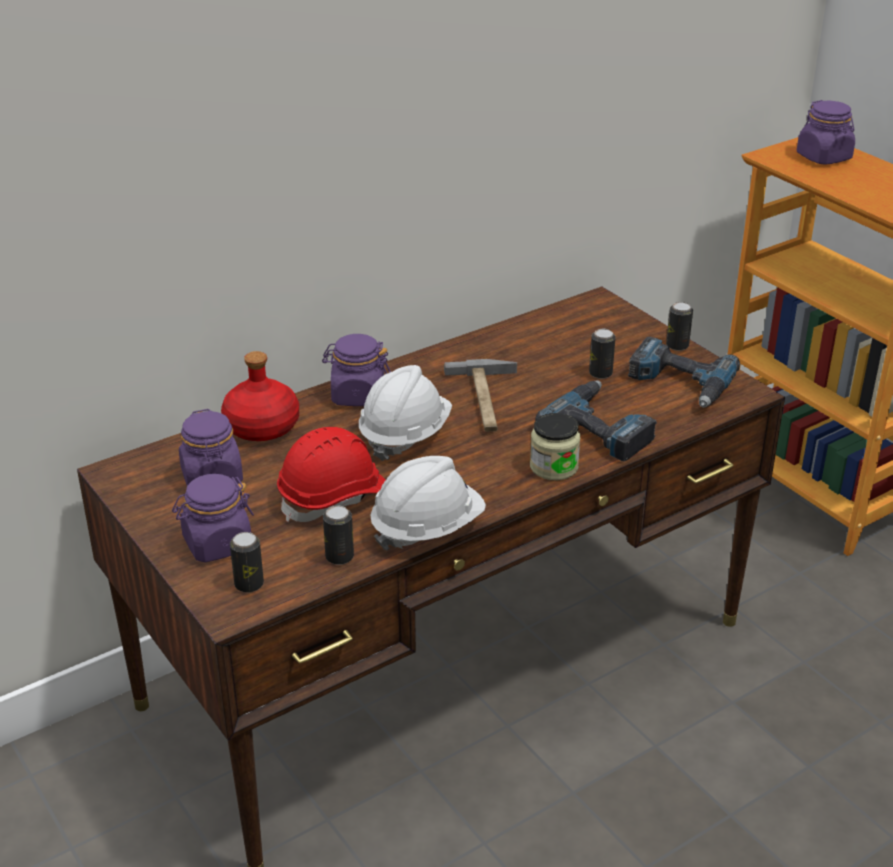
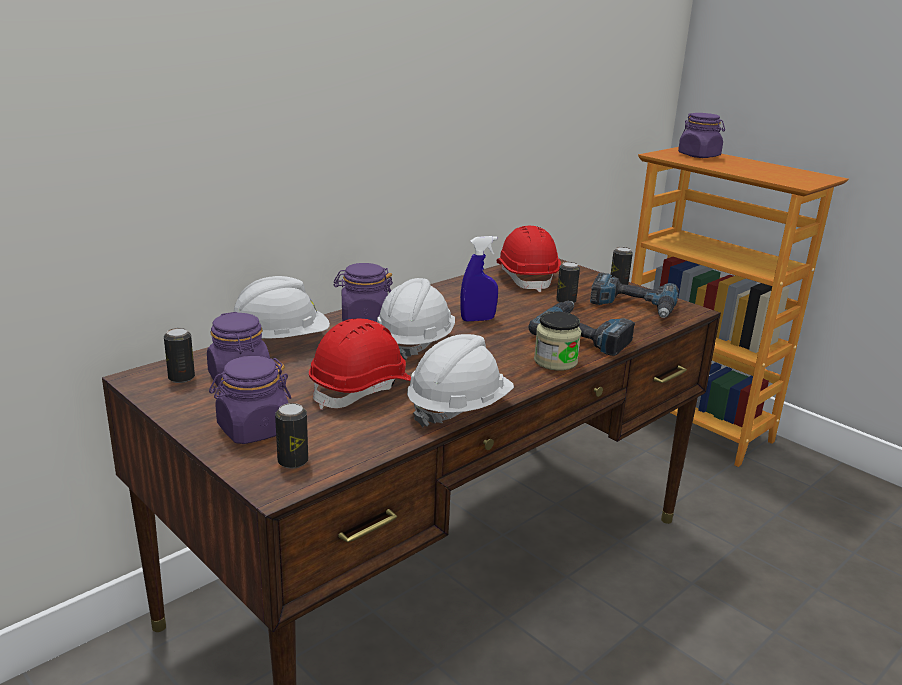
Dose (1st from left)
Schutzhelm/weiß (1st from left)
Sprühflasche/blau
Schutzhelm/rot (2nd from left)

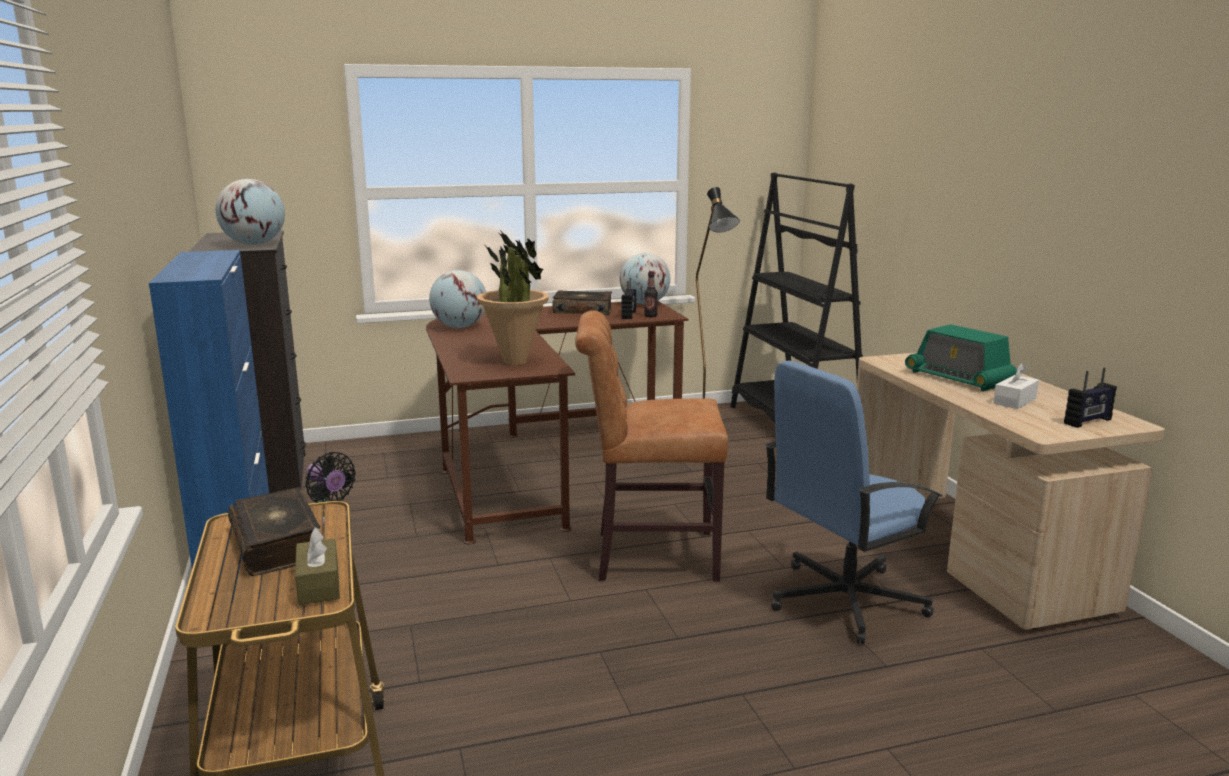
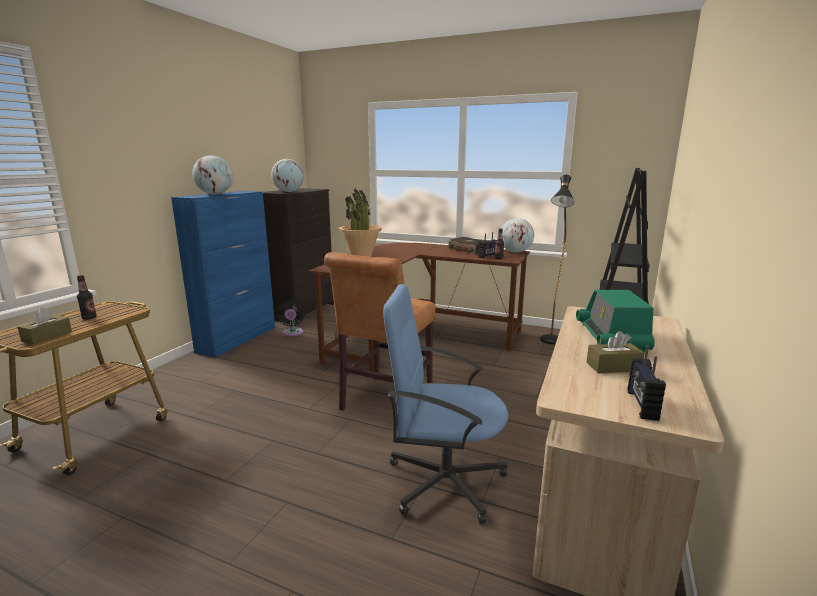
Flasche (1st from left)
Globus (1st from left)
Stuhl/braun
Taschentuchbox/braun (2nd from left)
Radio (3rd from left)

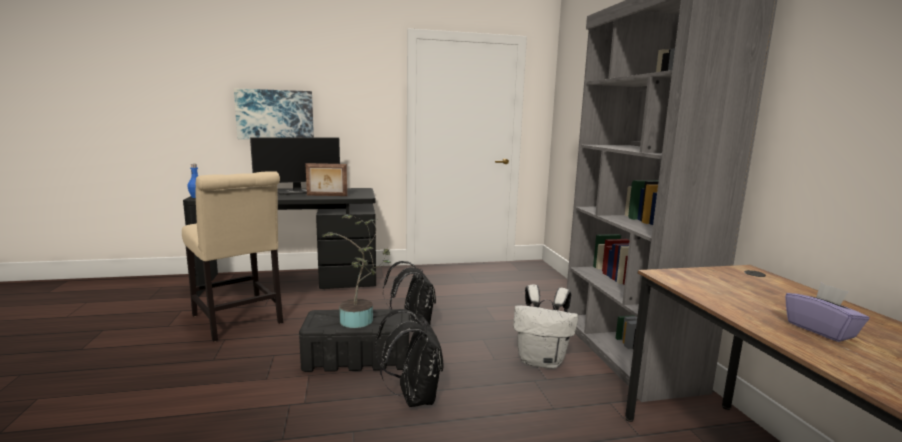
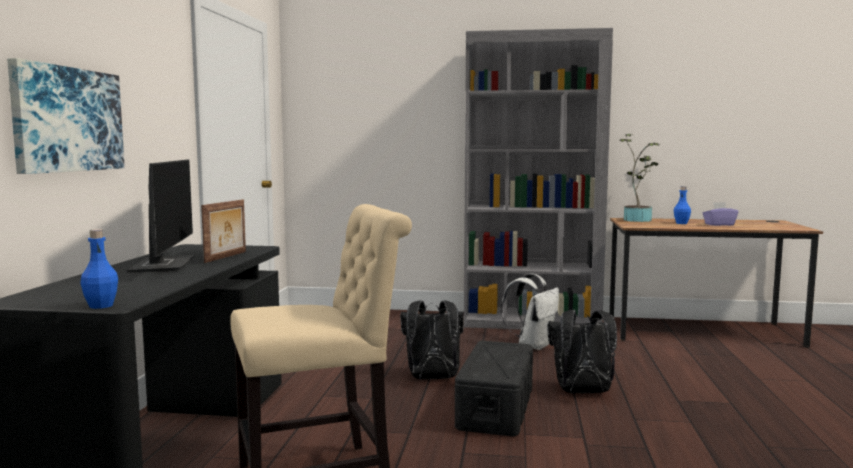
Topfpflanze
Flasche/blau (2nd from left)

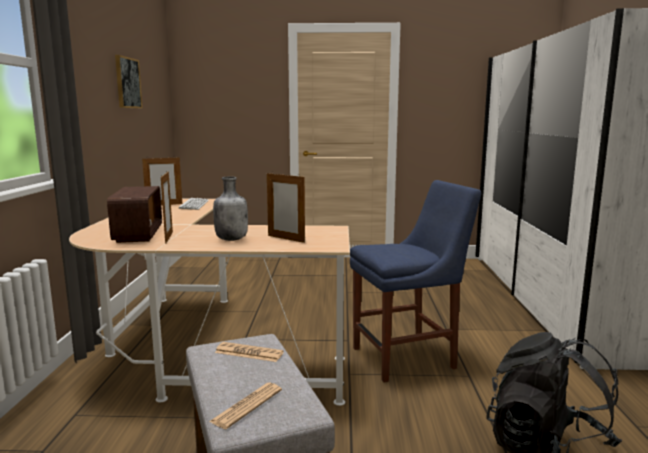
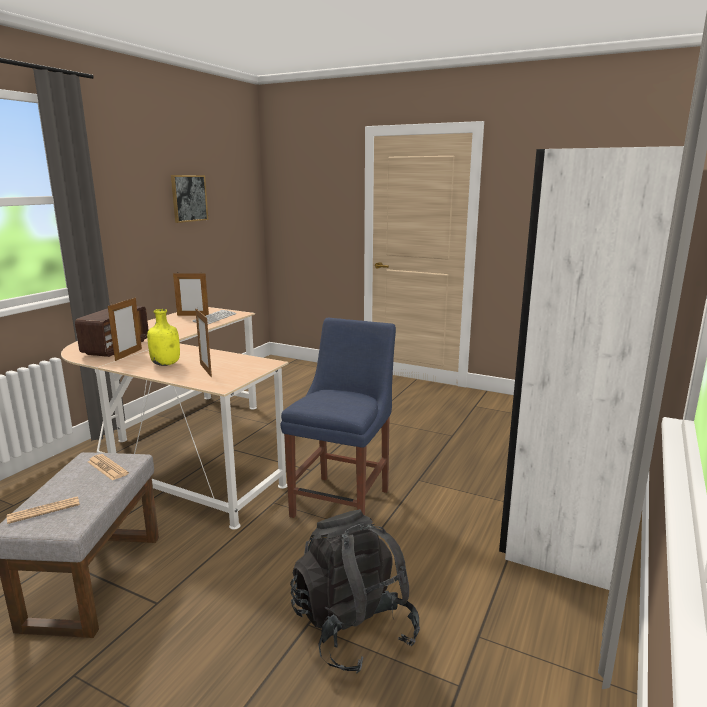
Flasche/gelb
Stuhl/blau

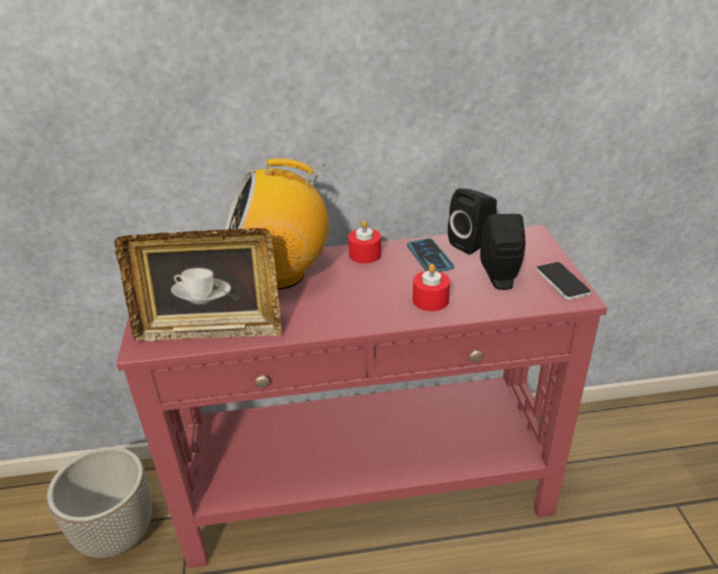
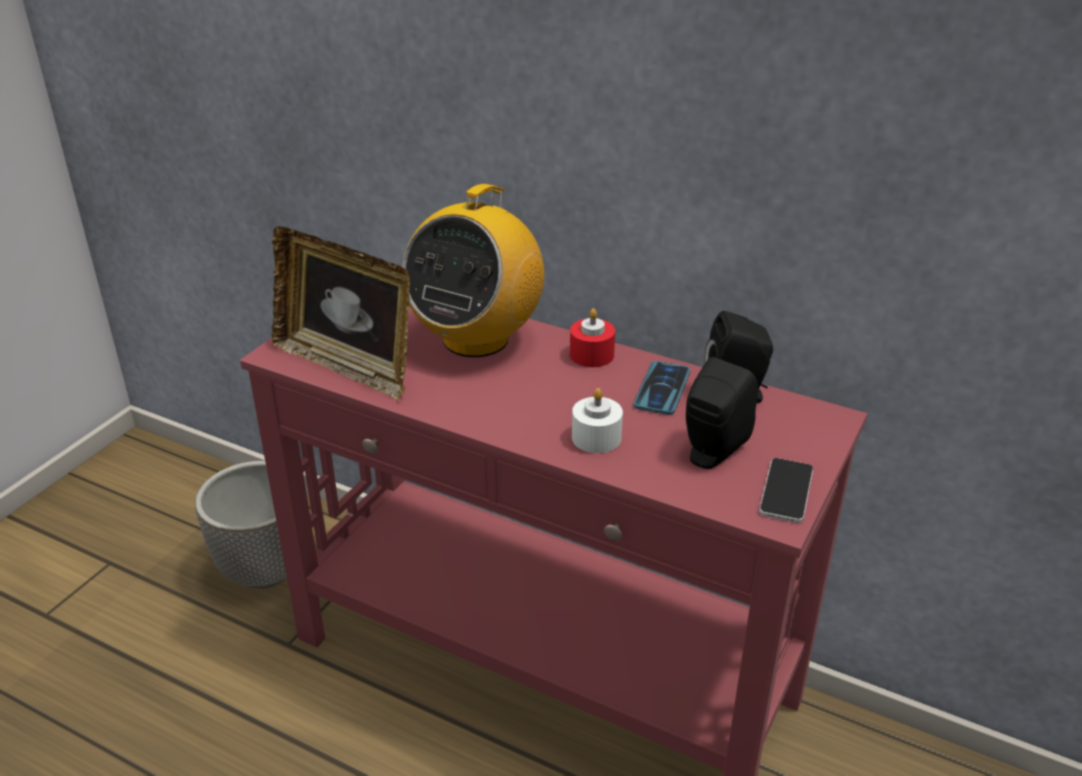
Radio
Kerze/weiß

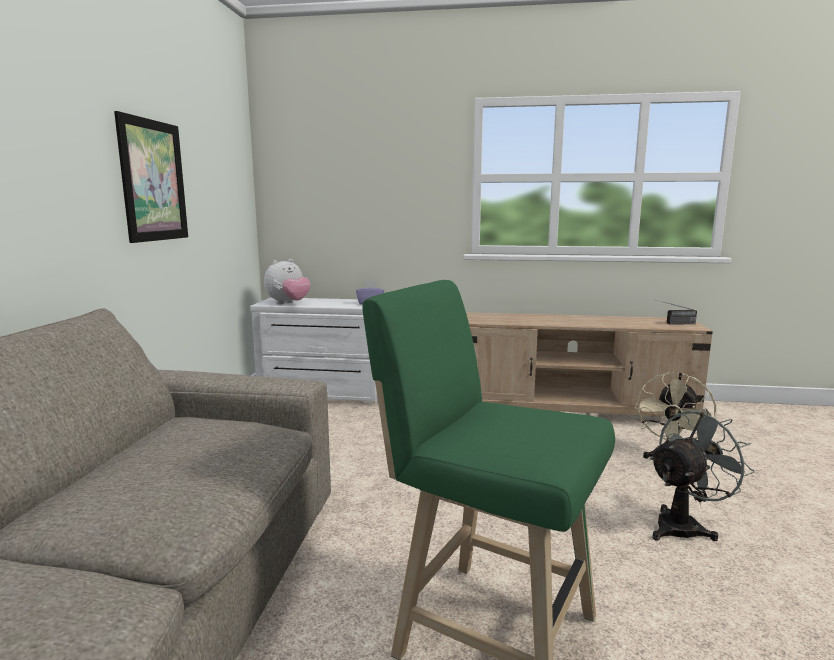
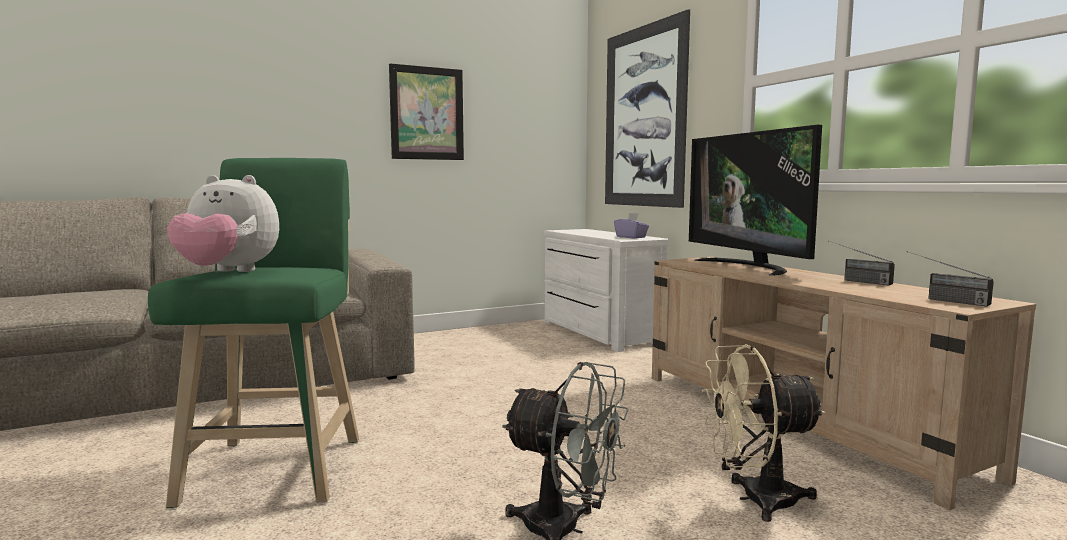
Plüschtier
Bild (2nd from left)
Fernseher
Radio (1st from left)

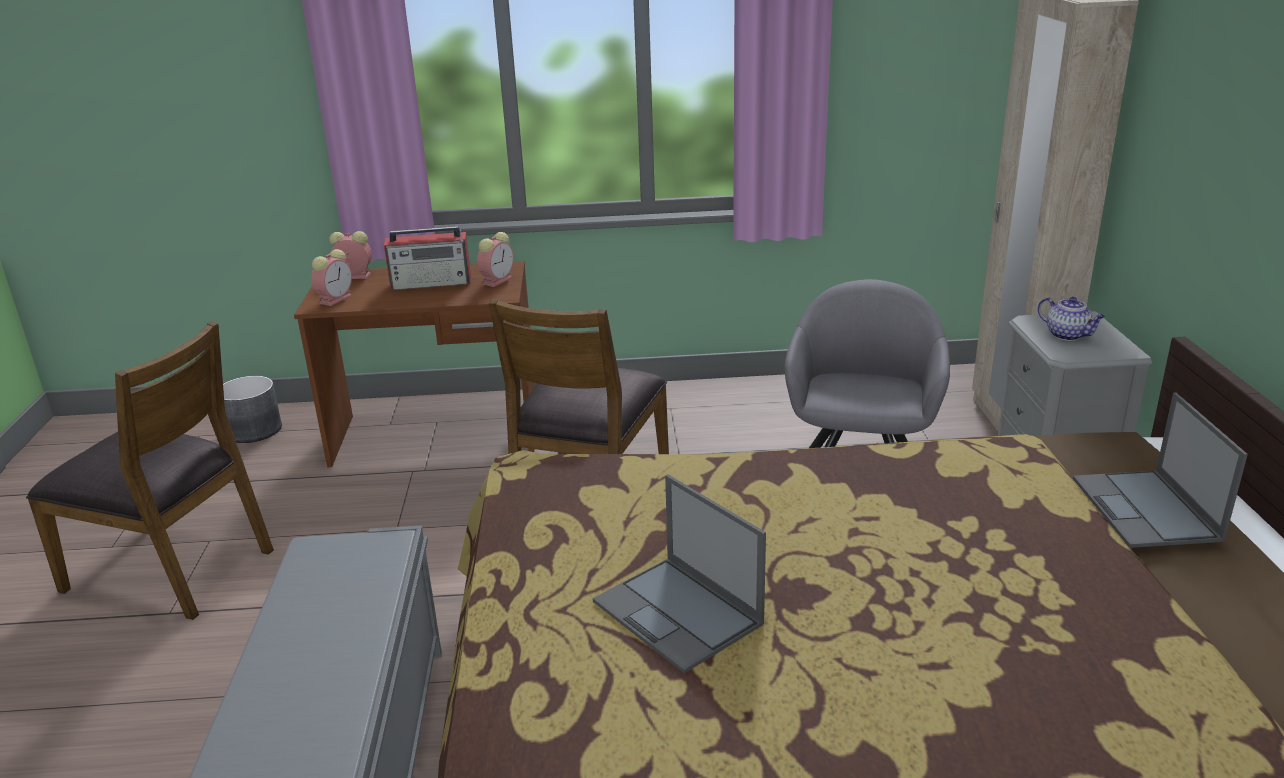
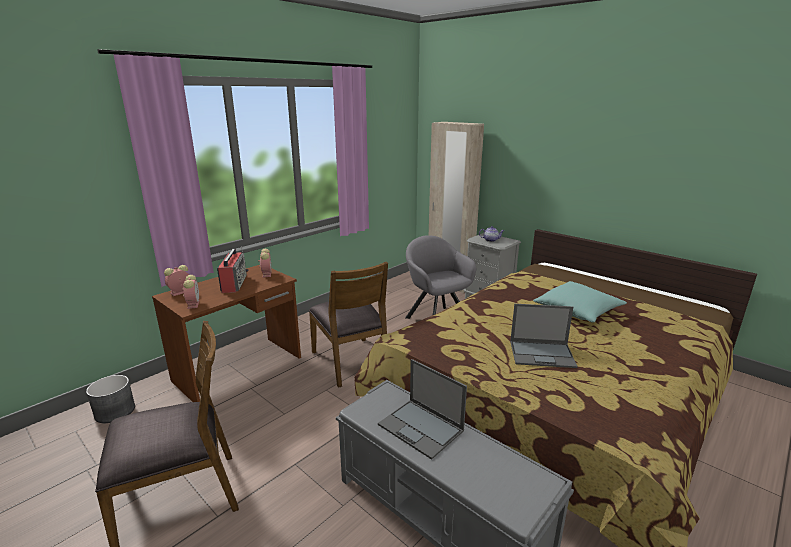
Radio
Laptop (1st from left)
Kissen/türkis

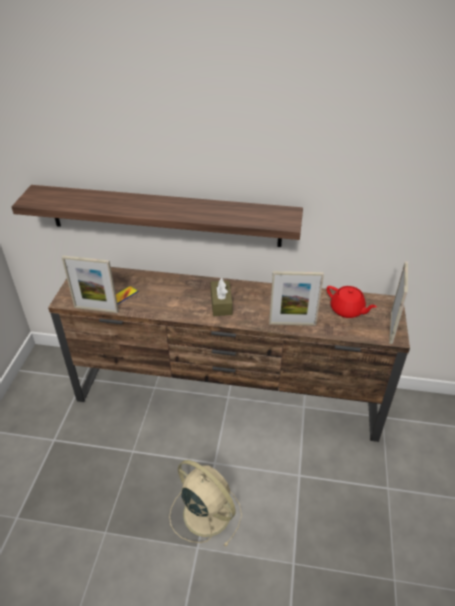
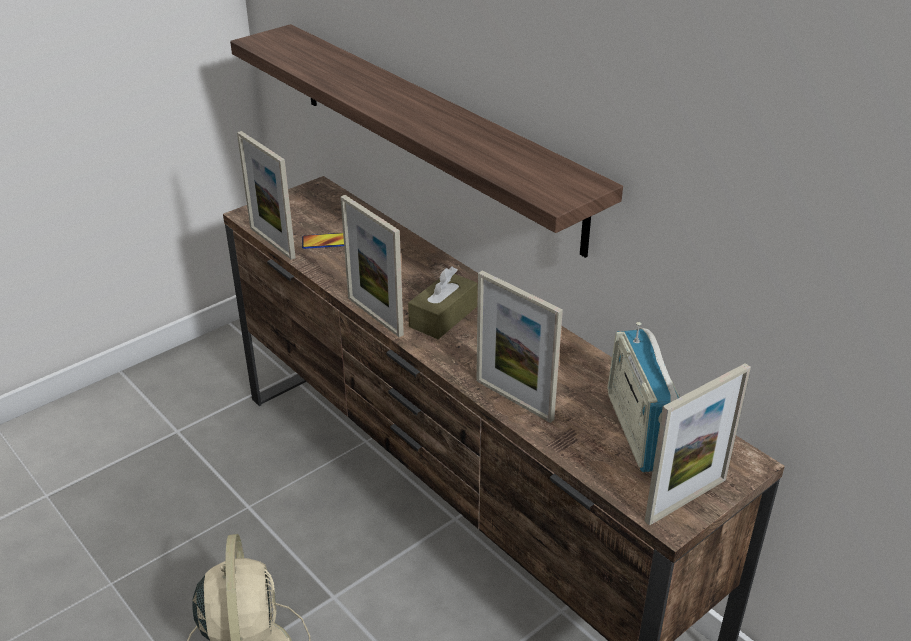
Bilderrahmen (2nd from left)
Radio

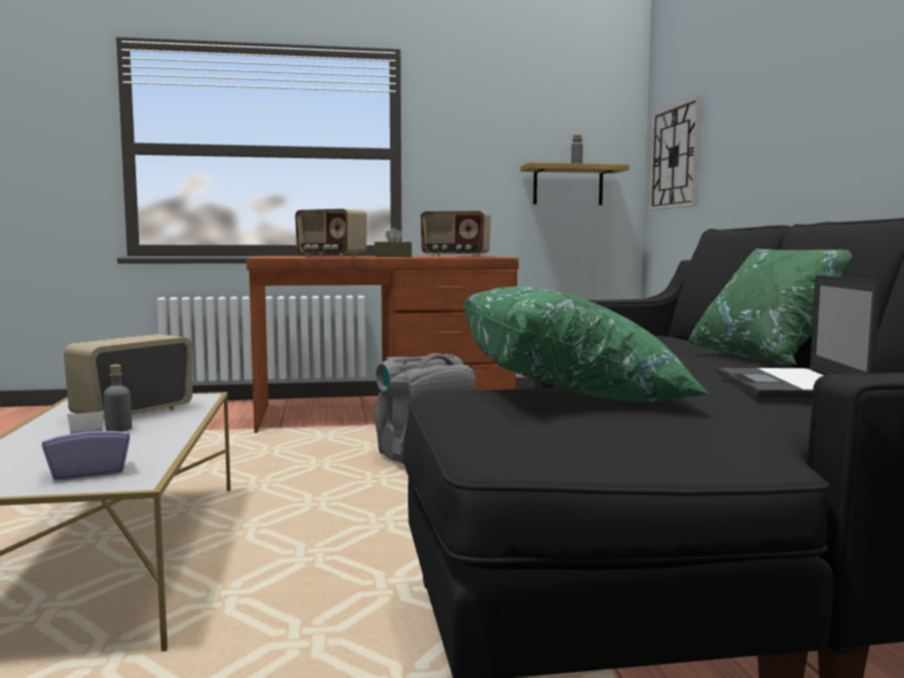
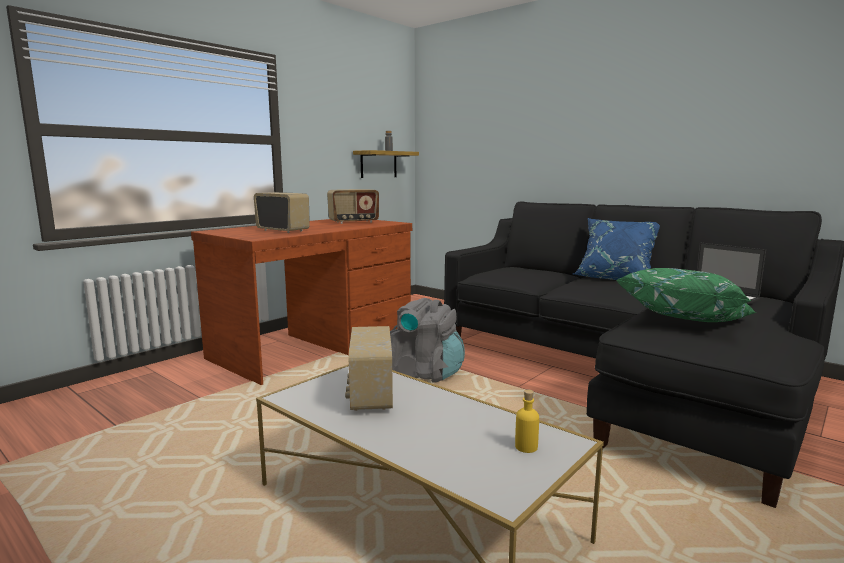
Radio (1st from left)
Flasche/gelb
Kissen/blau
Flasche/grau (1st from left in the first image)
Taschentuchbox/braun
Wanduhr

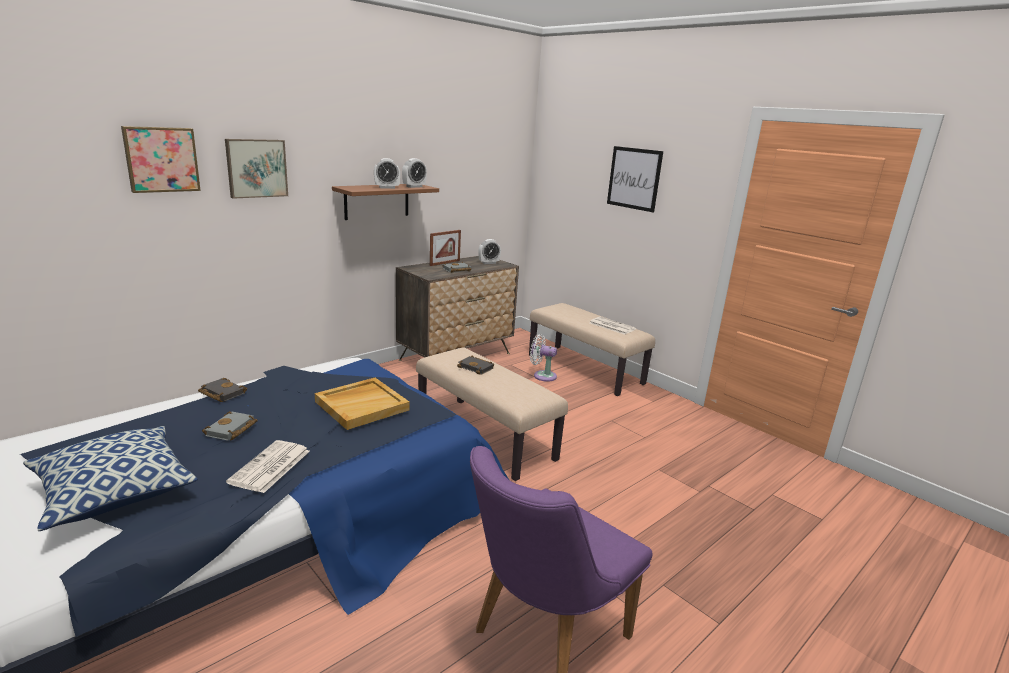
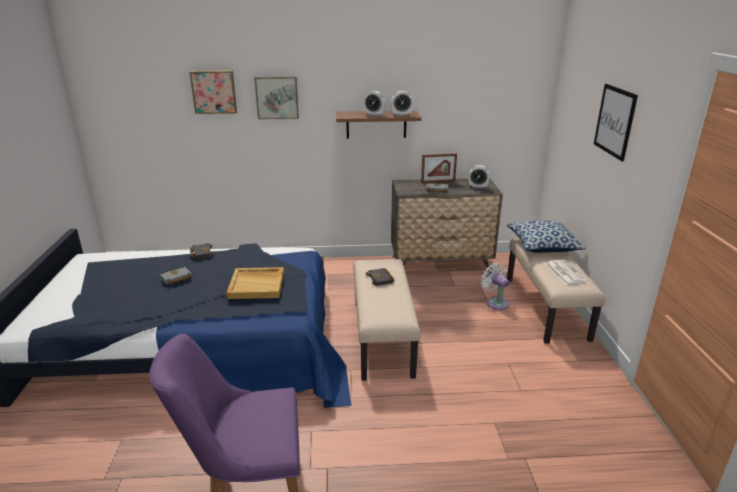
Kissen
Zeitung (1st from left in the first image)

